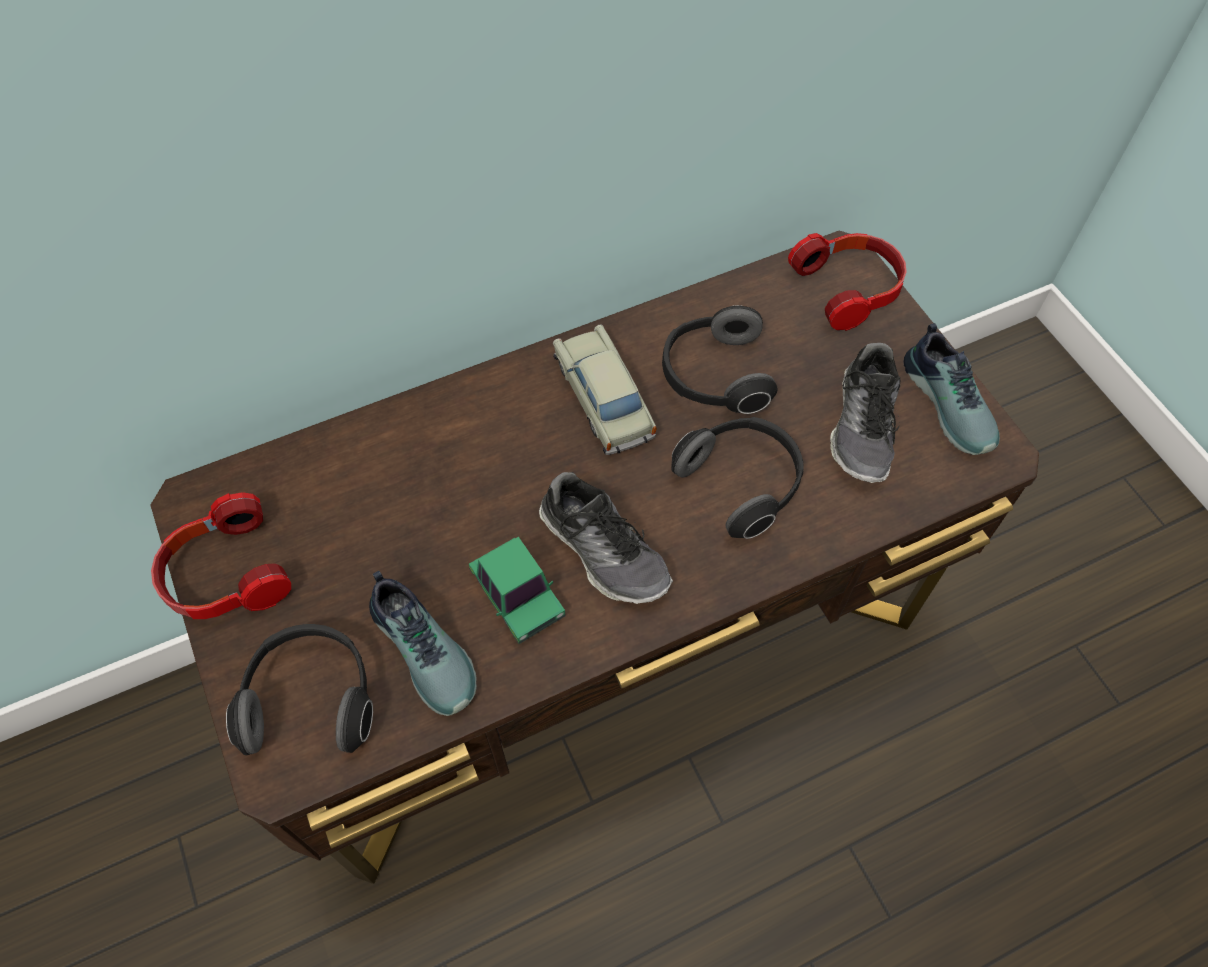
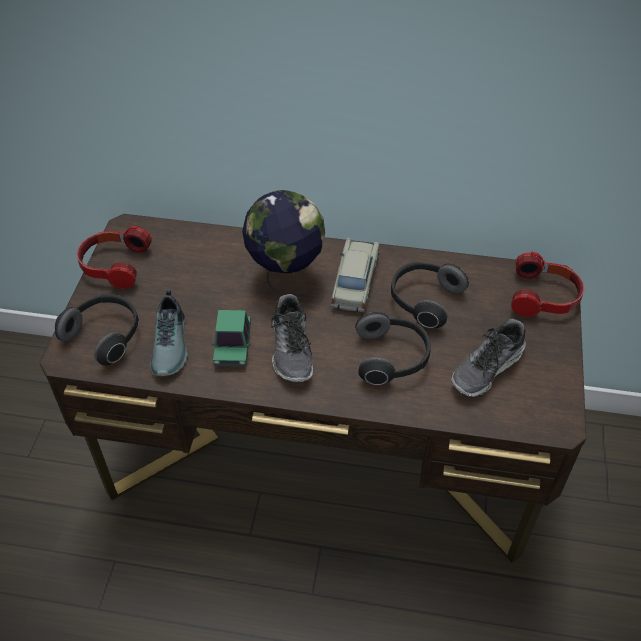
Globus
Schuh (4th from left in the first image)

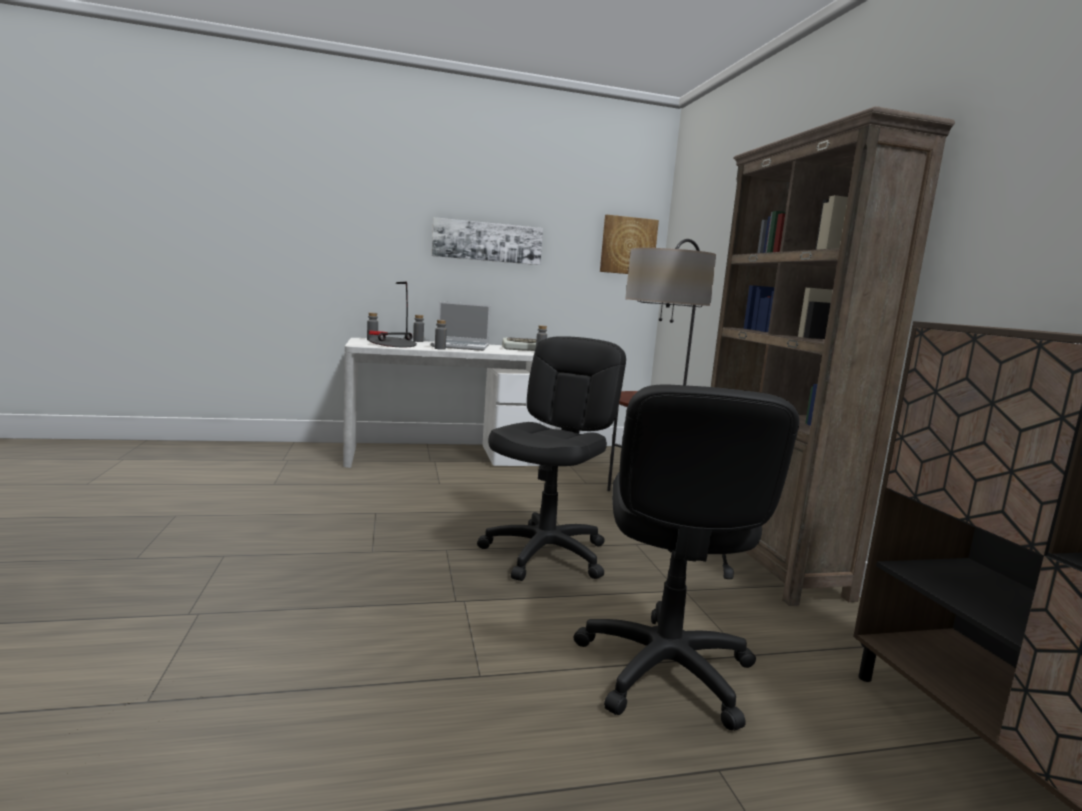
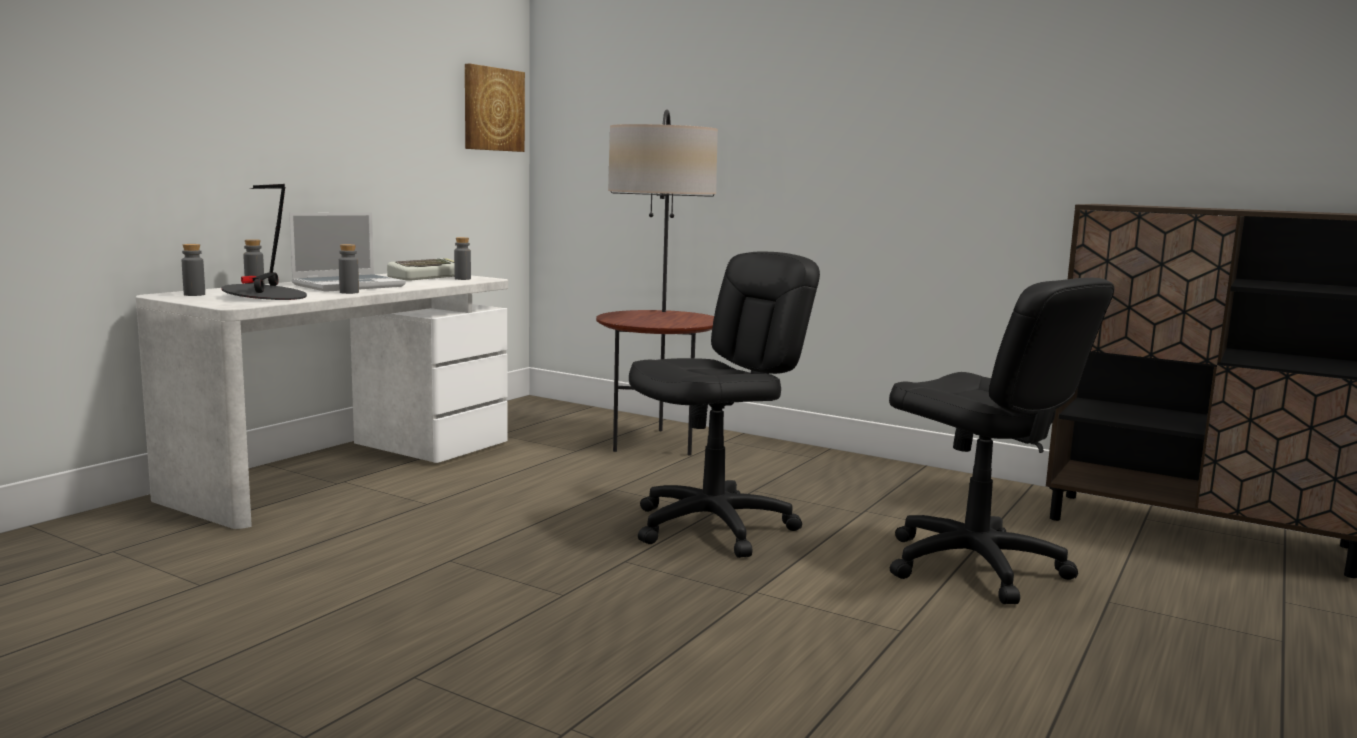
Bürostuhl/schwarz (1st from left)
Bild (1st from left in the first image)
Bücherregal/braun

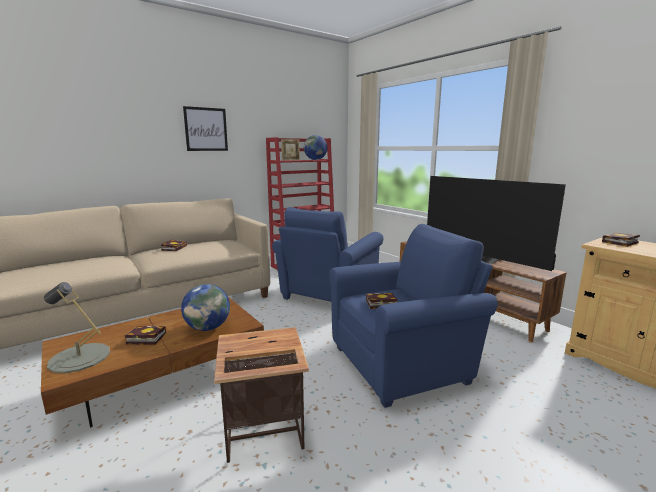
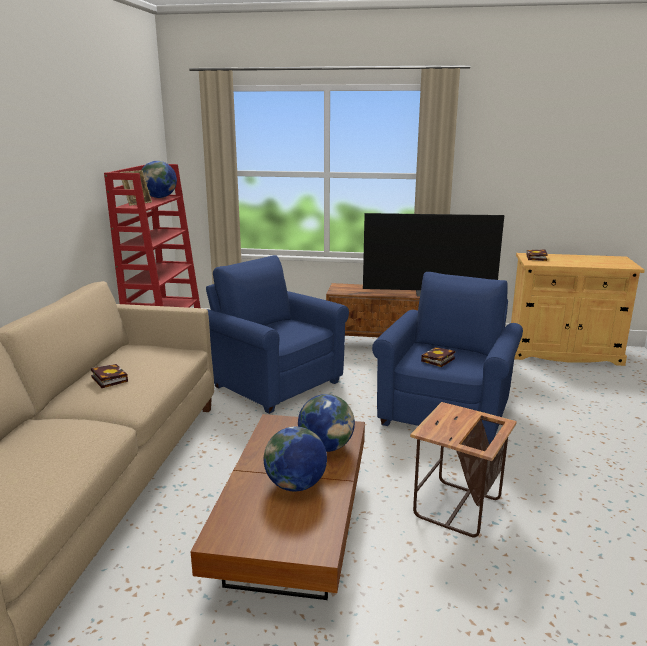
Sessel/blau (1st from left)
Globus (2nd from left)
Tischlampe/grau
Bild

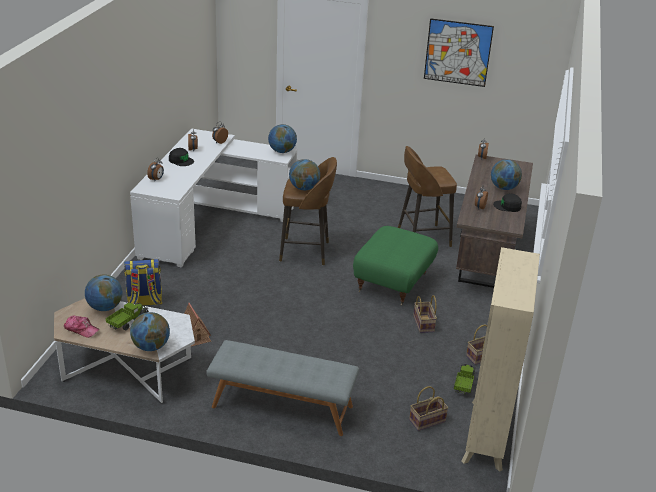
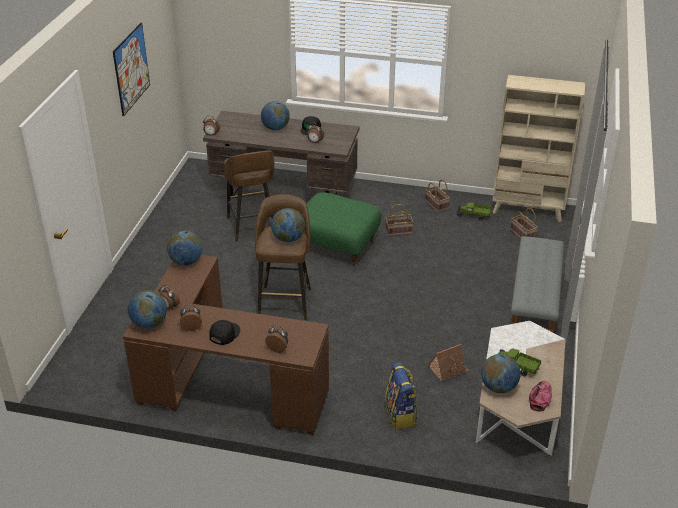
Schreibtisch/braun (1st from left)
Globus (1st from left)

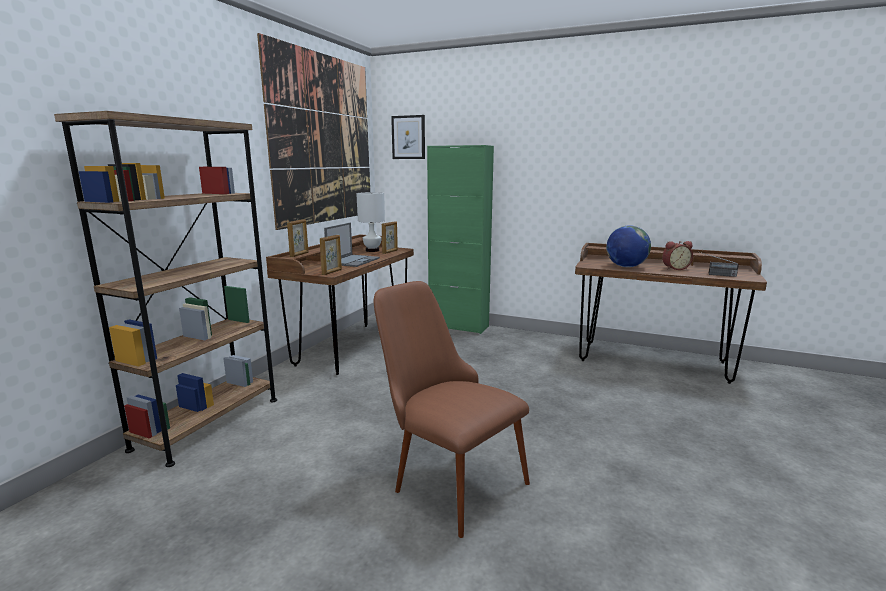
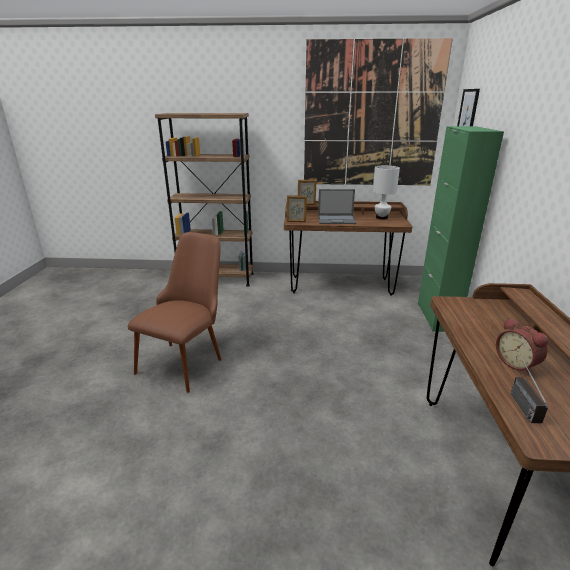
Bilderrahmen (3rd from left in the first image)
Globus

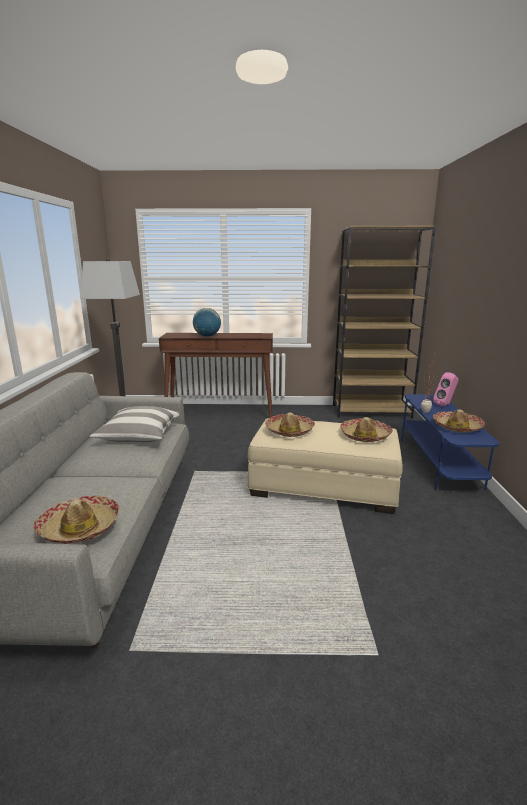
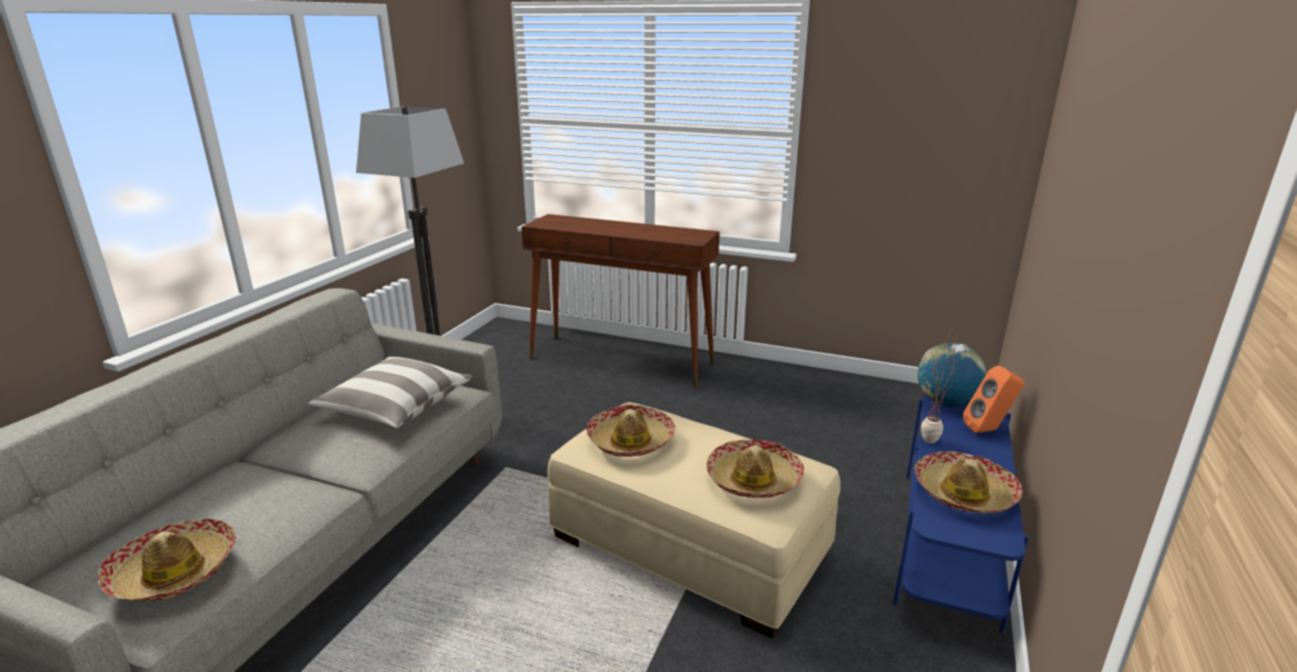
Globus
Lautsprecher/orange
Bücherregal/braun

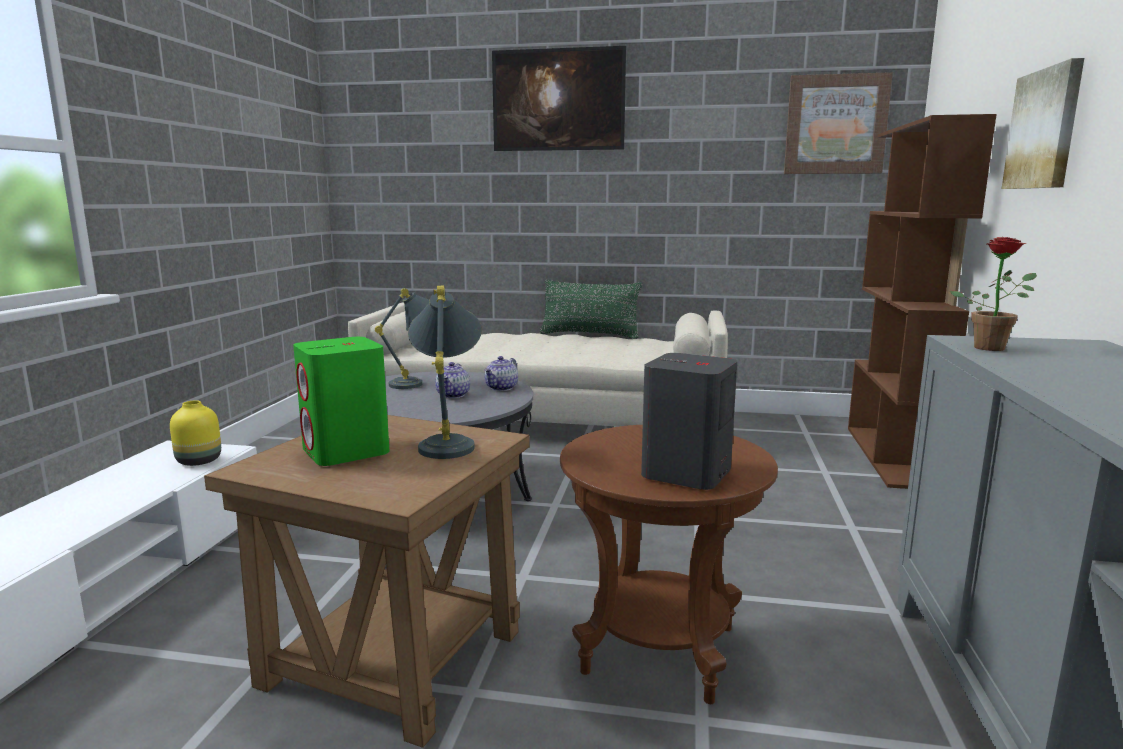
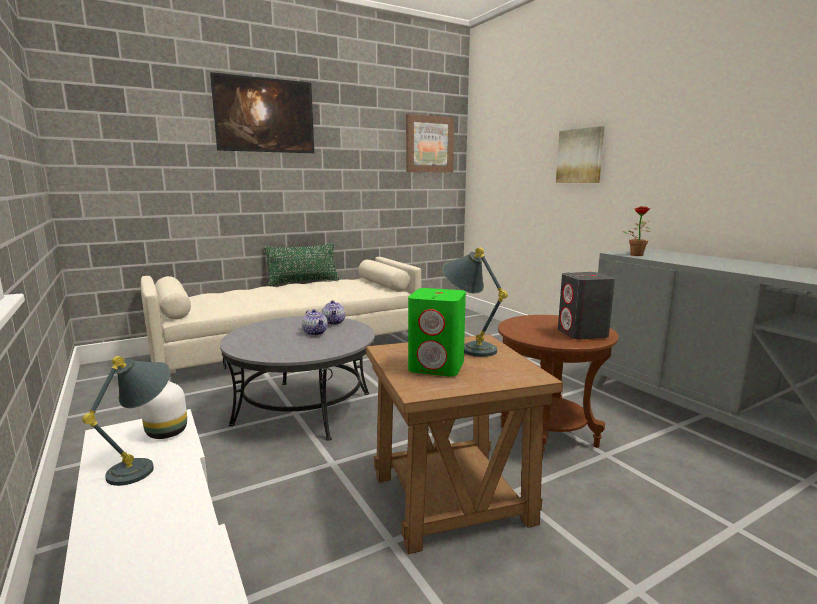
Tischlampe/grau (1st from left)
Vase/weiß
Bücherregal/braun

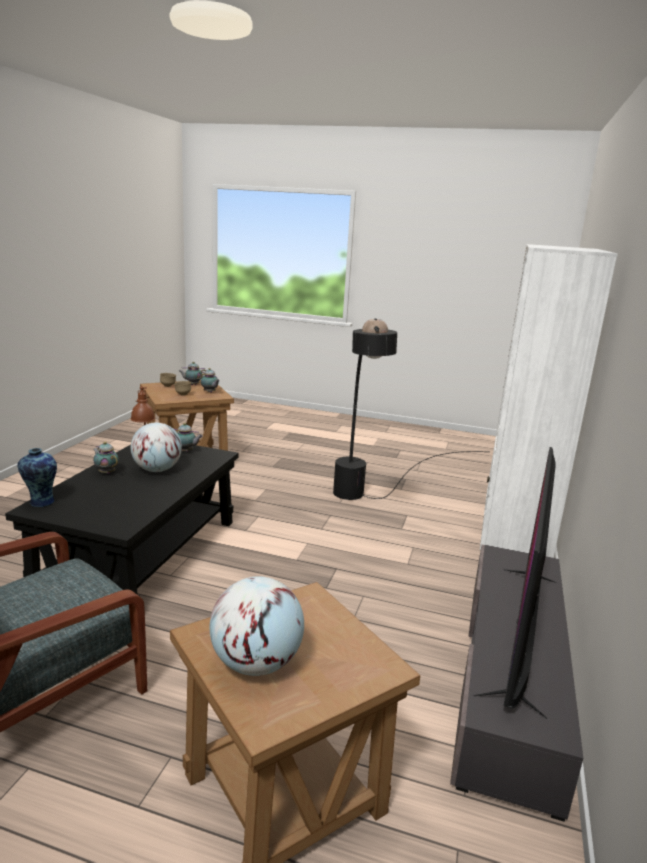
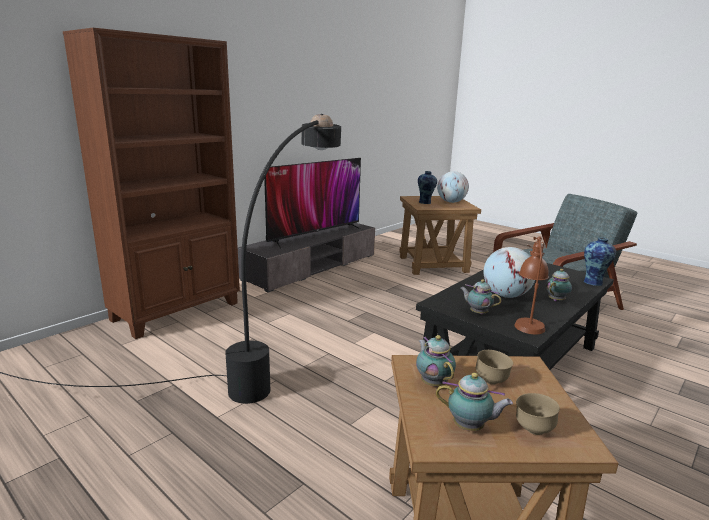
Bücherregal/braun
Vase (1st from left)
Teekanne (4th from left)

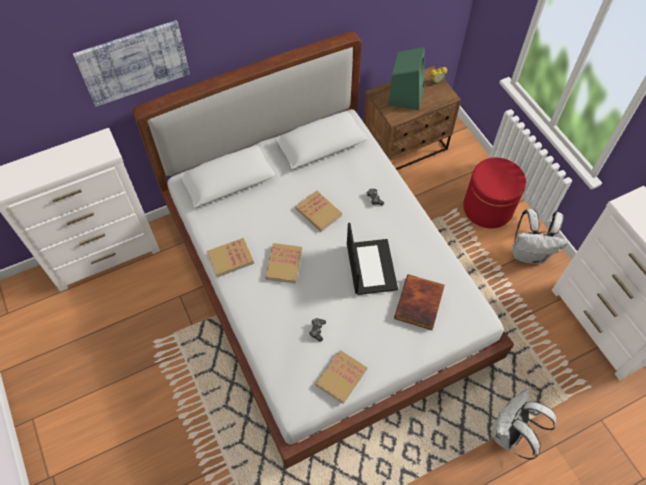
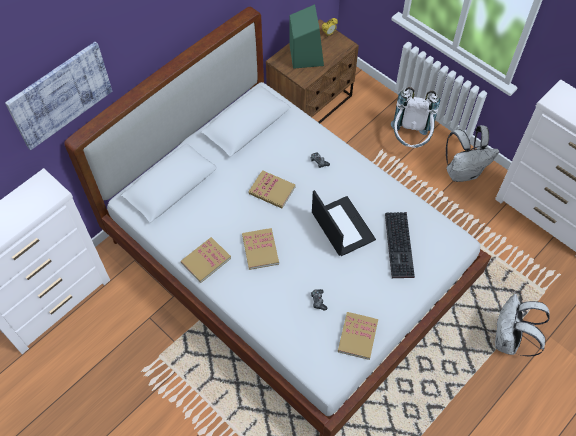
Tastatur
Rucksack/weiß (1st from left)

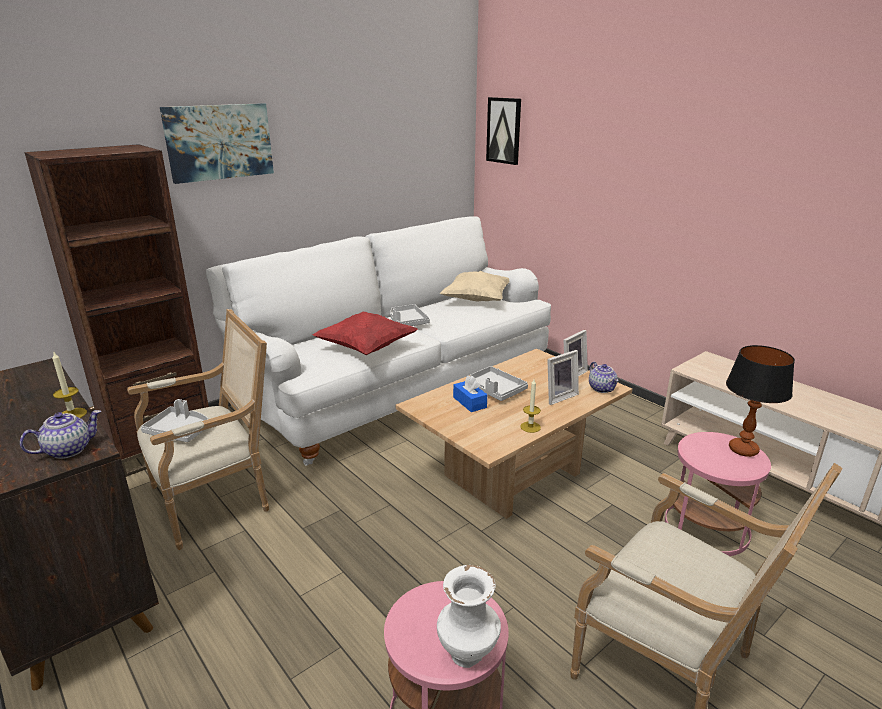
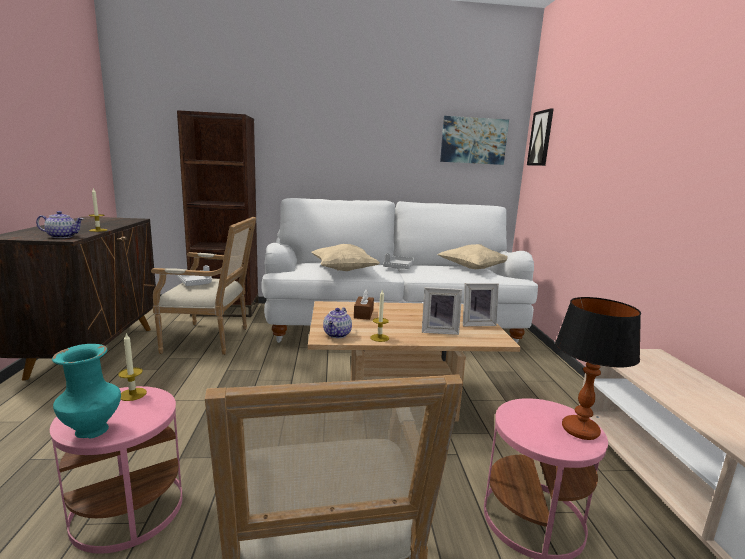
Vase/türkis
Kerze (2nd from left)
Kissen/beige (1st from left)
Teekanne (2nd from left)
Taschentuchbox/braun
Bild (1st from left)
Tablett/grau (3rd from left in the first image)

